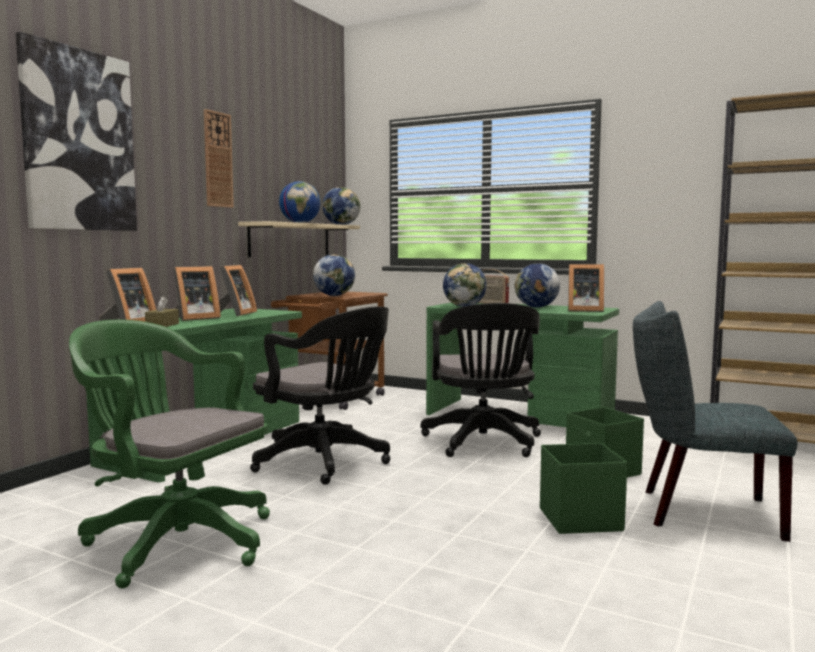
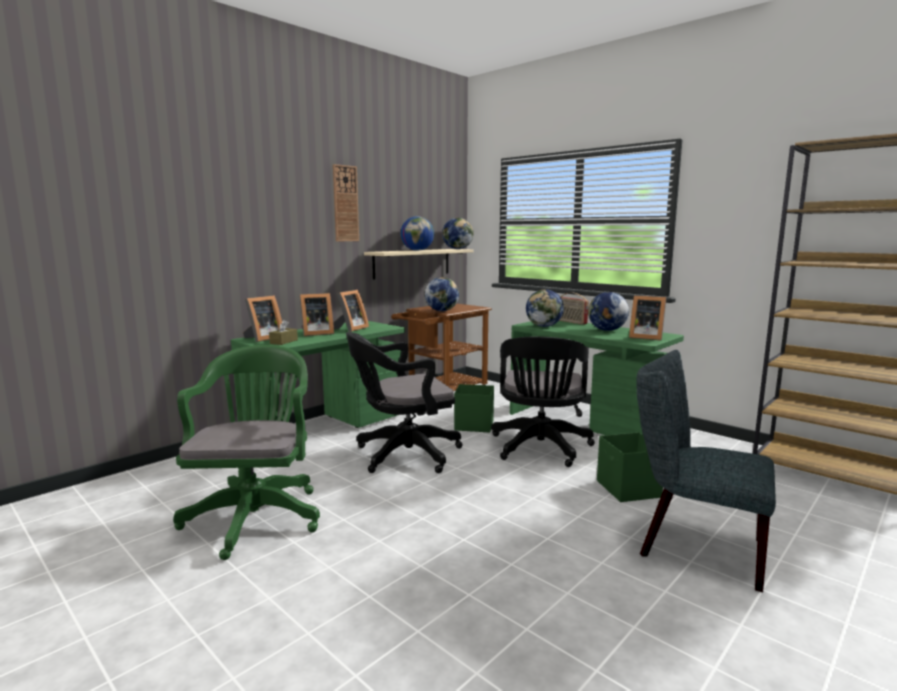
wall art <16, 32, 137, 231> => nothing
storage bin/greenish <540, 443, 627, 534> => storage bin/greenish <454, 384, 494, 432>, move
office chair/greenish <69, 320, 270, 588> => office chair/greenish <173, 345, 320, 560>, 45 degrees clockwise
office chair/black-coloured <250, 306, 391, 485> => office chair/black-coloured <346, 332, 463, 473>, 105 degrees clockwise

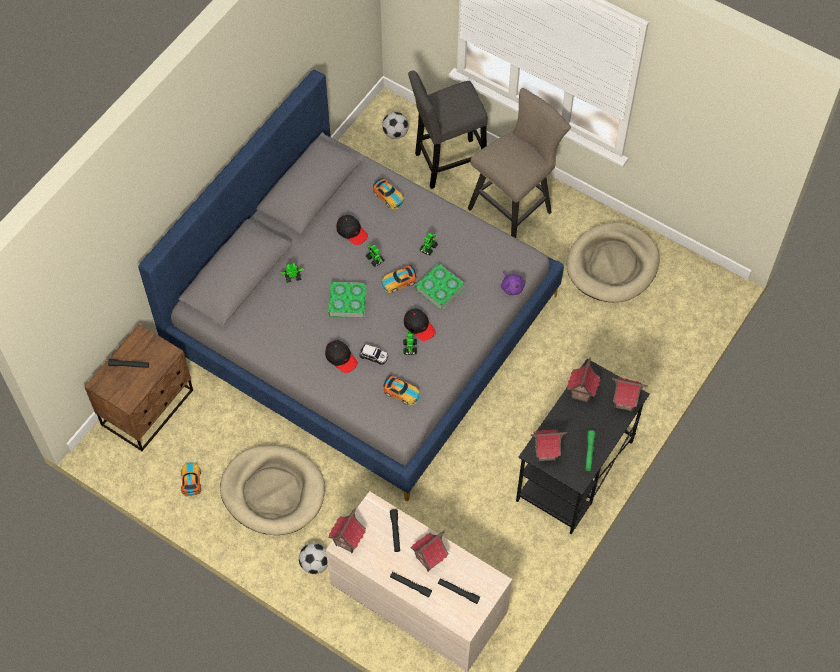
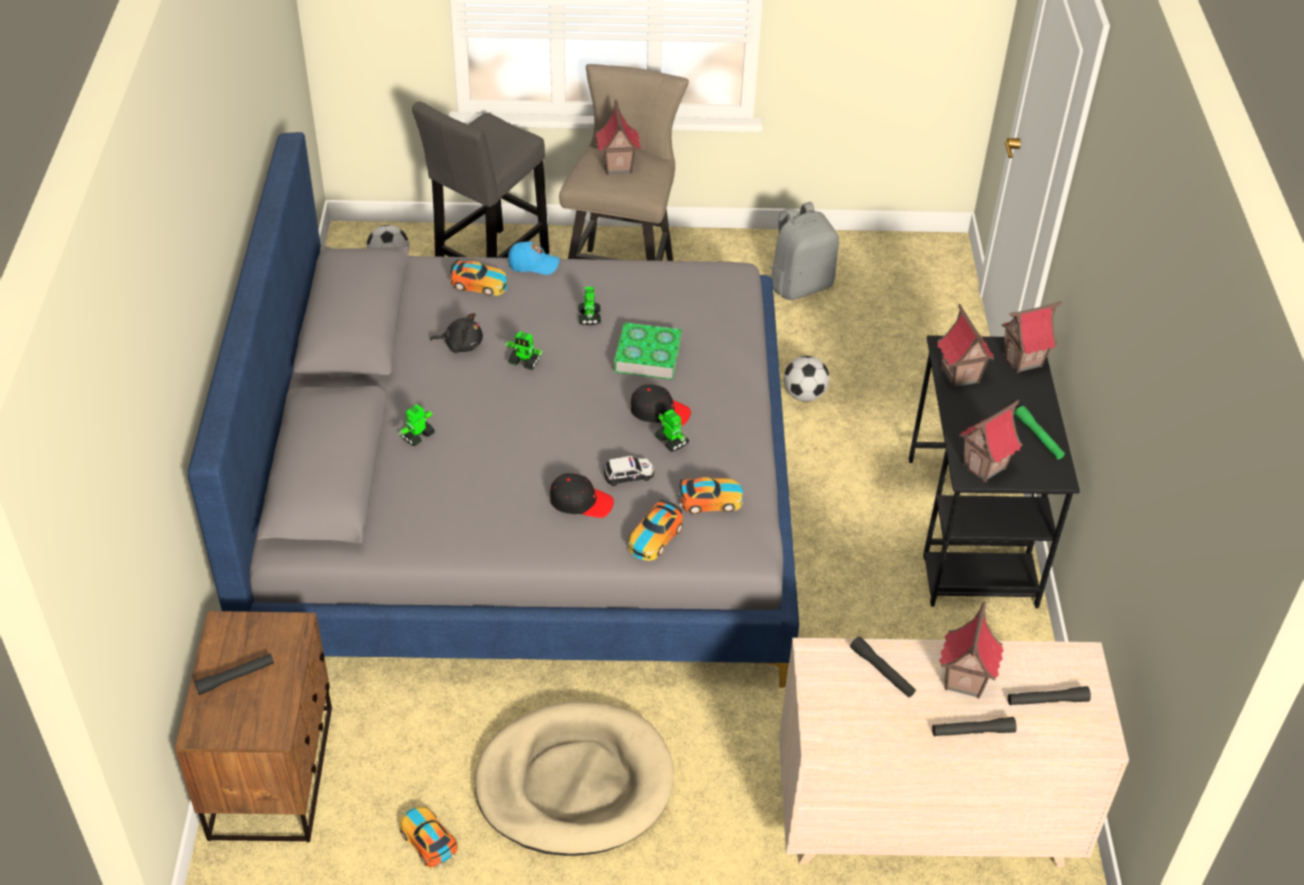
book <328, 282, 366, 318> => nothing
soft toy/purple-coloured <501, 271, 525, 295> => nothing
nothing => baseball cap/blue <508, 242, 560, 275>
football <299, 543, 328, 574> => football <784, 356, 829, 402>, move
model house <329, 508, 366, 553> => model house <595, 99, 641, 175>, move
miniature car <382, 265, 416, 293> => miniature car <628, 500, 683, 561>, move
baseball cap/black-coloured <336, 215, 368, 245> => soft toy/black-coloured <430, 313, 483, 353>
pet bed/beige <566, 222, 660, 302> => knapsack/gray <769, 202, 839, 300>

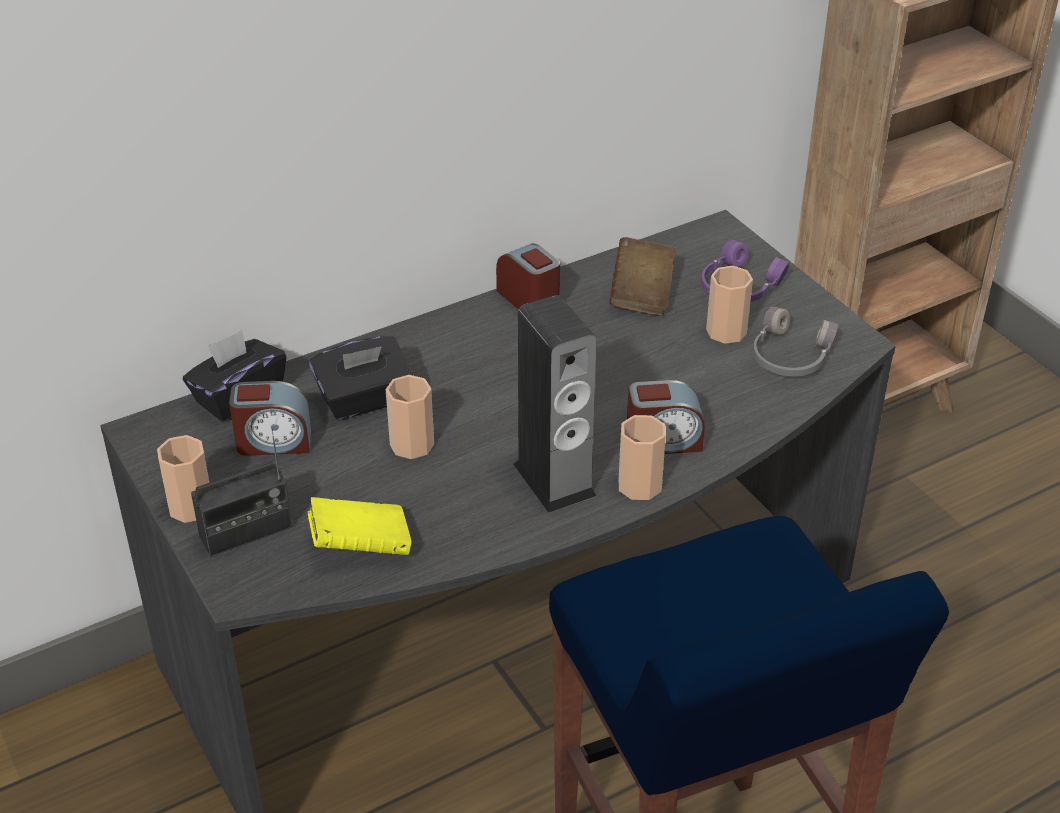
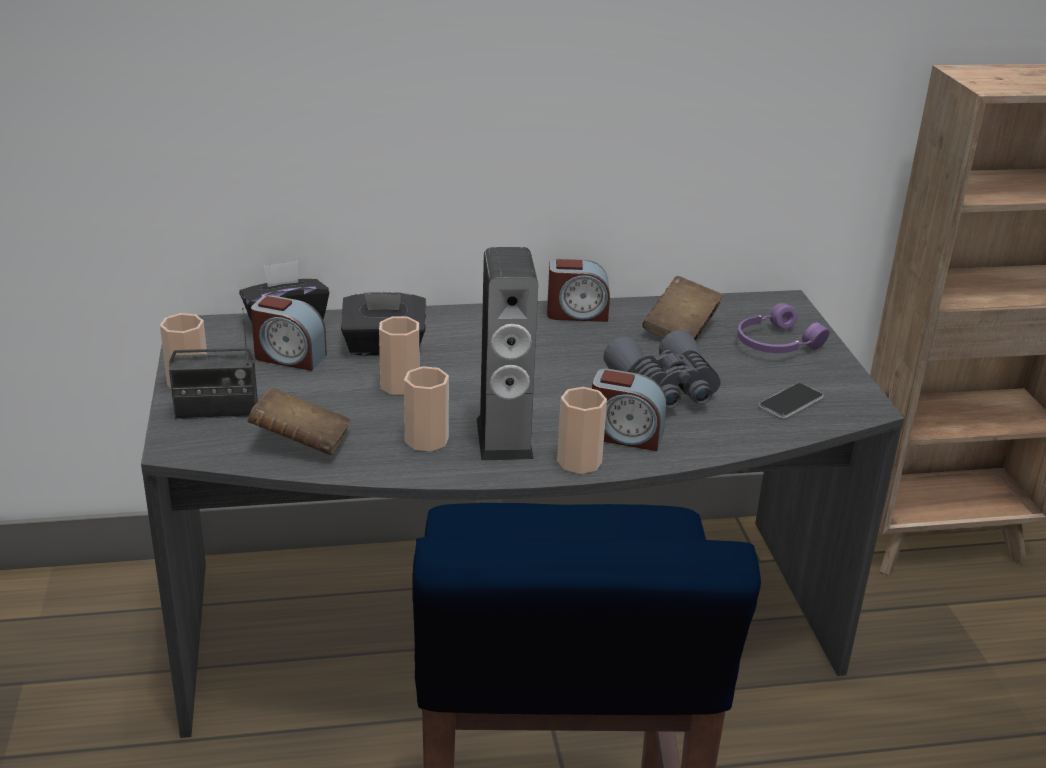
nothing => binoculars/gray <604, 330, 721, 408>
drinking cup <706, 266, 753, 344> => drinking cup <404, 366, 449, 452>, move
headphones/gray <753, 307, 838, 376> => handset <759, 383, 824, 419>
book/yellow-coloured <308, 497, 411, 555> => book/brownish <248, 388, 351, 455>
bedside clock <496, 243, 560, 310> => bedside clock <547, 259, 610, 322>, 105 degrees clockwise

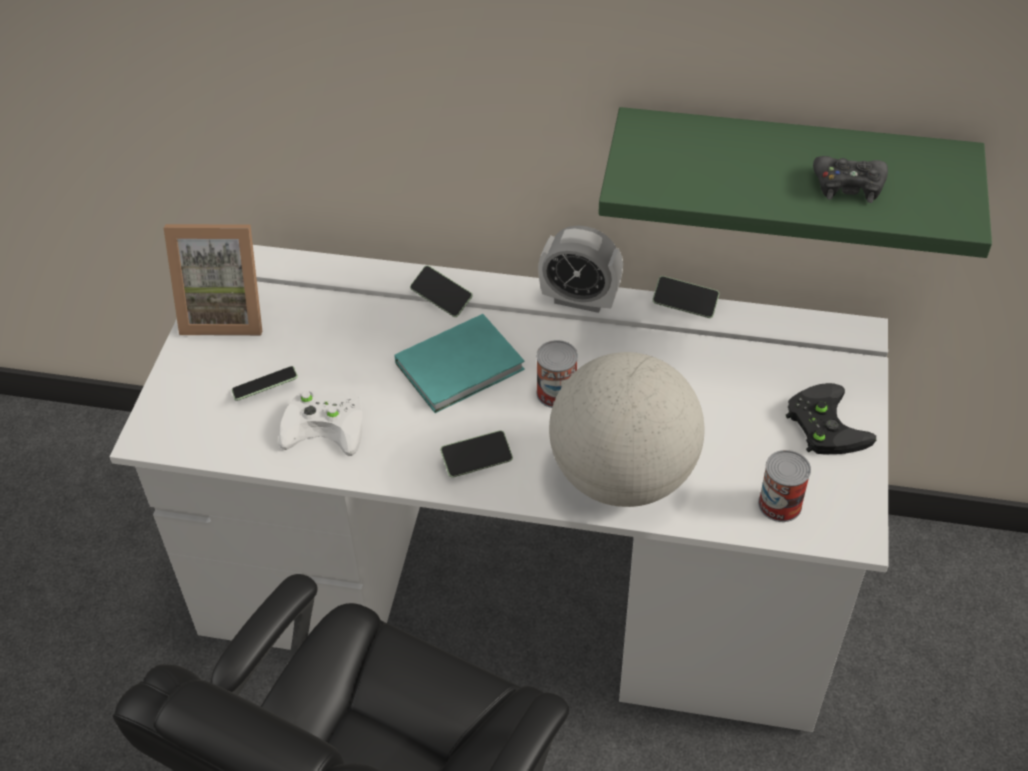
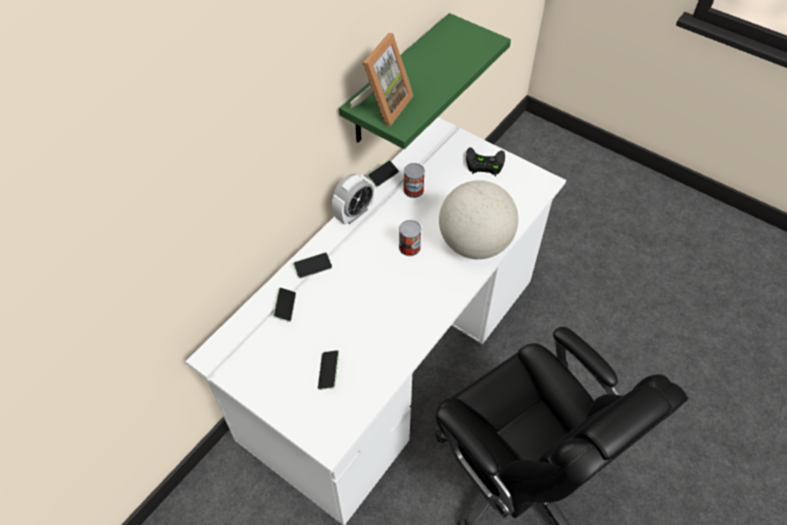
game controller/white-coloured <279, 390, 362, 456> => nothing
book/turquoise <395, 314, 525, 413> => nothing
game controller/black-coloured <813, 156, 888, 203> => nothing
picture frame <164, 224, 262, 336> => picture frame <349, 33, 413, 126>, move
handset <440, 430, 513, 478> => handset <273, 287, 296, 322>, move
sealed can <758, 450, 811, 522> => sealed can <403, 163, 425, 198>, move

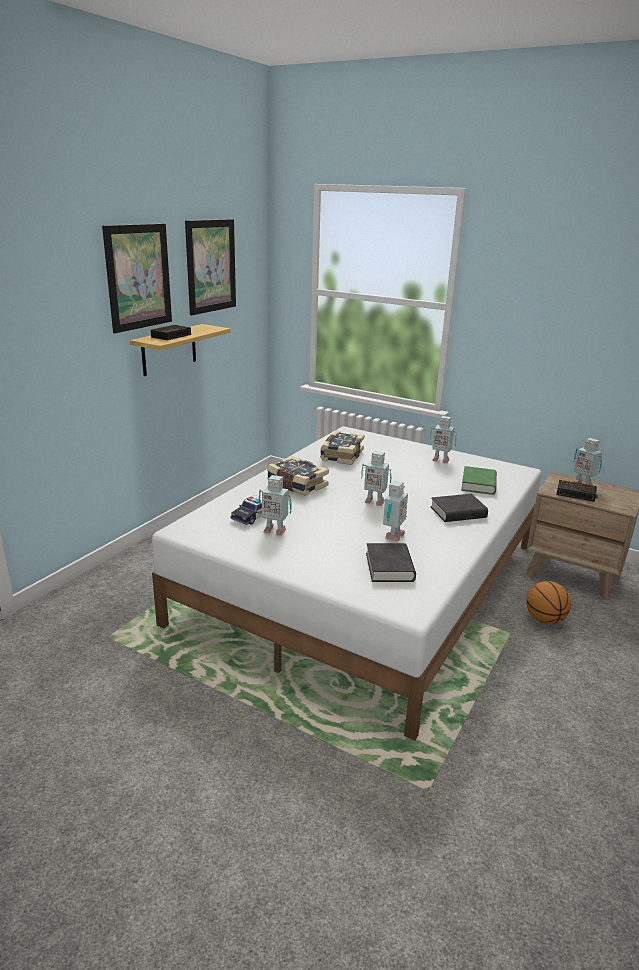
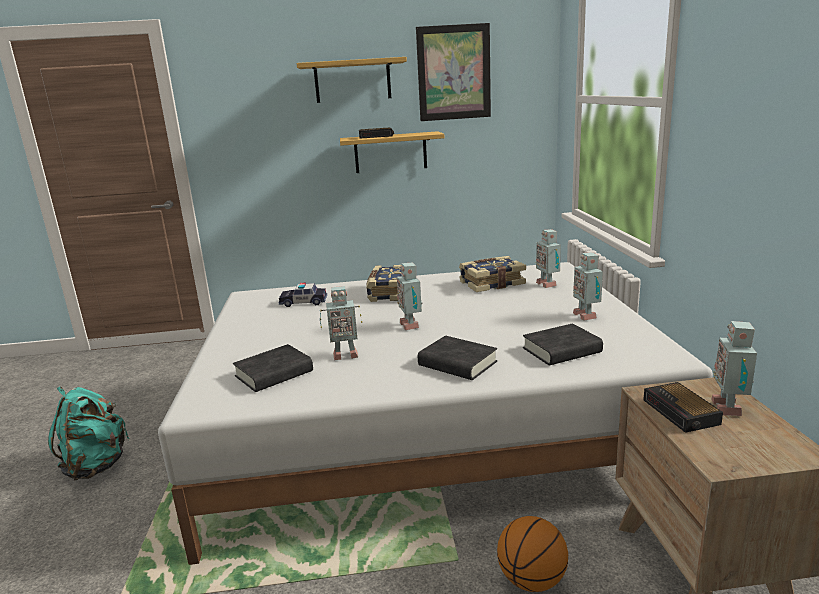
nothing => knapsack/turquoise <48, 386, 129, 480>
robot figure <259, 475, 292, 536> => robot figure <536, 229, 561, 288>, move
wall art <102, 223, 172, 333> => bracket shelf <296, 57, 407, 103>
book/greenish <461, 466, 497, 495> => book/black-coloured <523, 323, 603, 365>

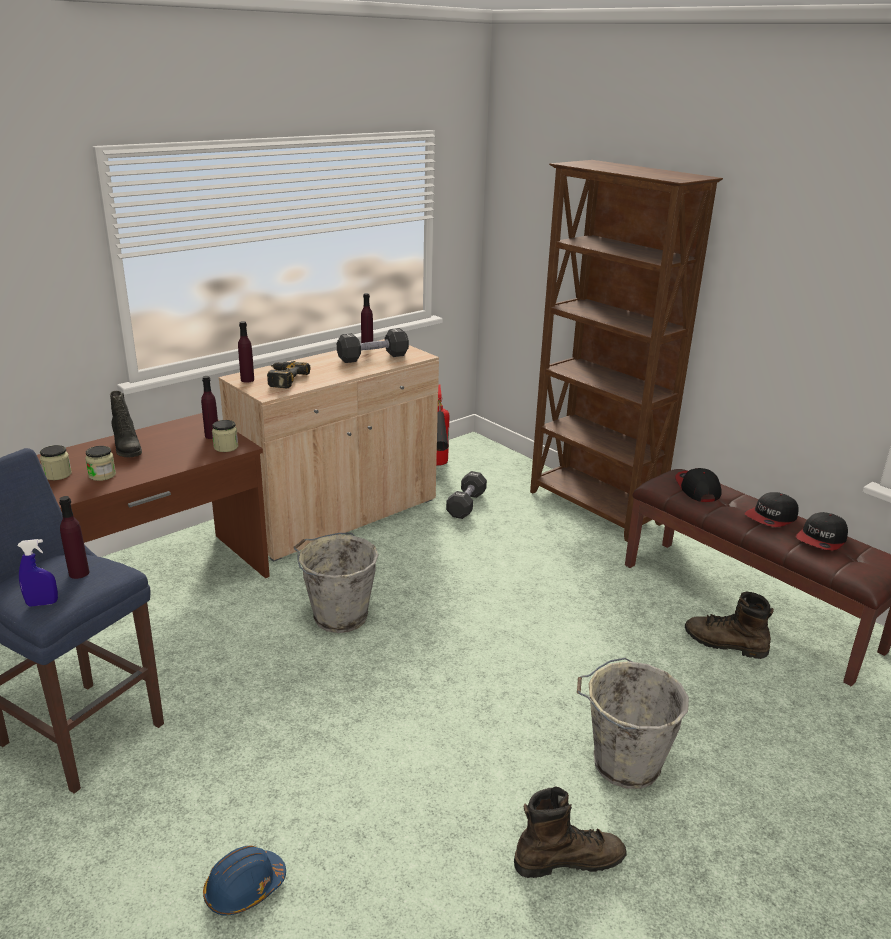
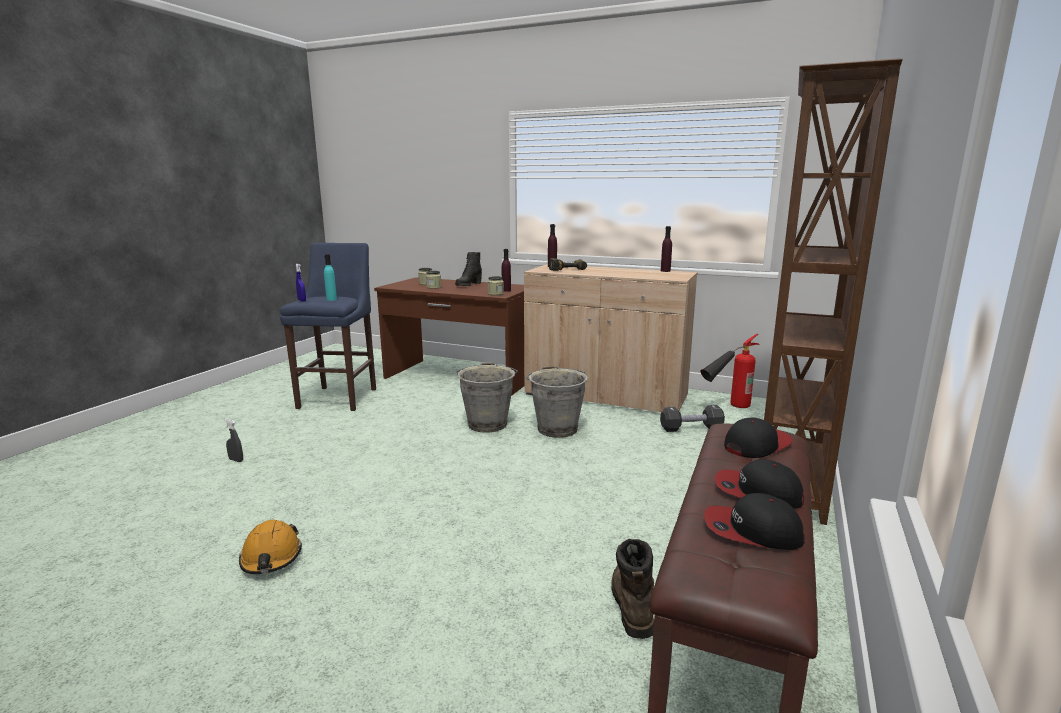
free weight/black-coloured <337, 328, 409, 363> => nothing
water bucket/gray <577, 658, 689, 789> => water bucket/gray <526, 366, 588, 438>, move
safety helmet/blue <203, 846, 286, 916> => spray bottle/gray <224, 419, 243, 462>
boot/brownish <514, 786, 627, 878> => safety helmet/orange <239, 520, 302, 574>
bottle/purple-coloured <59, 496, 90, 579> => bottle/turquoise <324, 254, 337, 301>

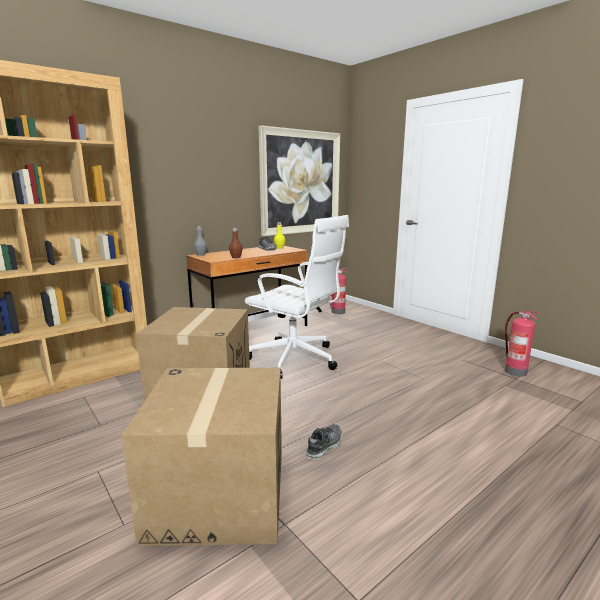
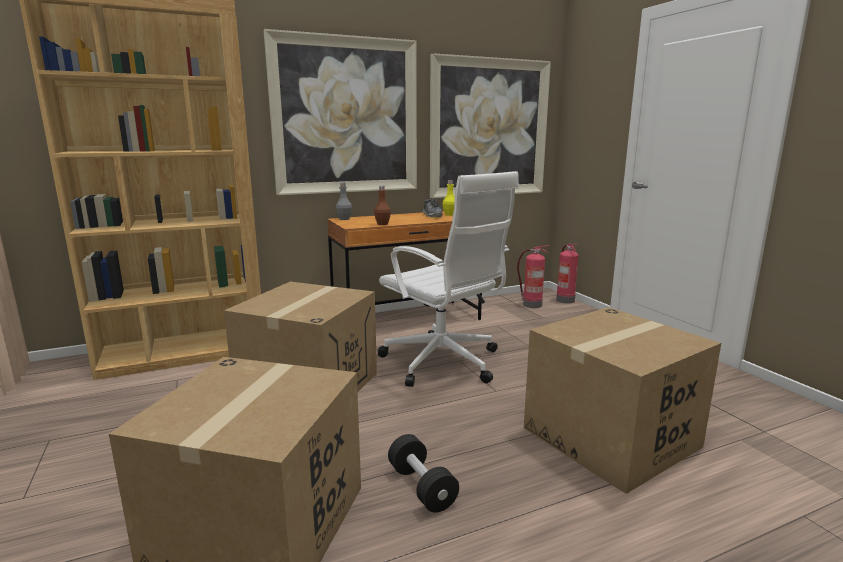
nothing => wall art <264, 29, 417, 195>
nothing => cardboard box <524, 307, 721, 494>
fire-fighting cylinder <505, 311, 539, 377> => fire-fighting cylinder <556, 244, 579, 303>, move
low shoe <306, 424, 342, 460> => free weight/black-coloured <388, 434, 459, 513>

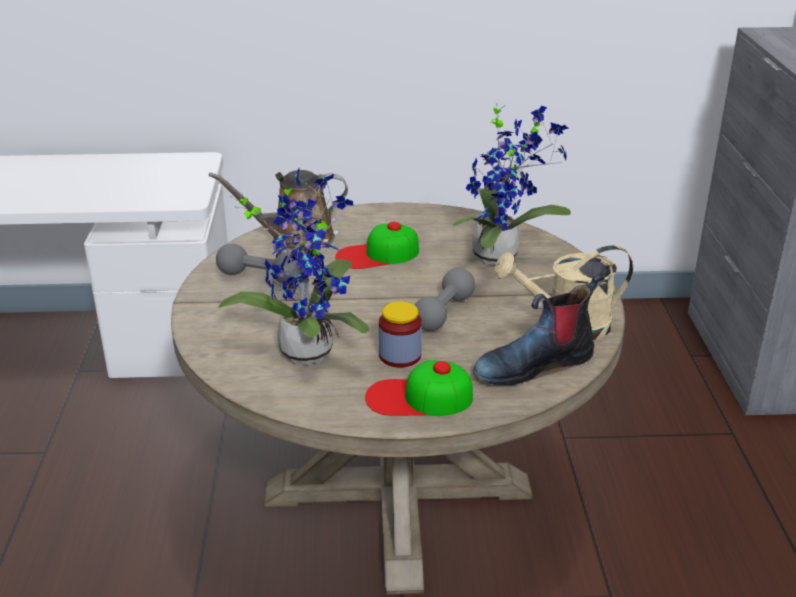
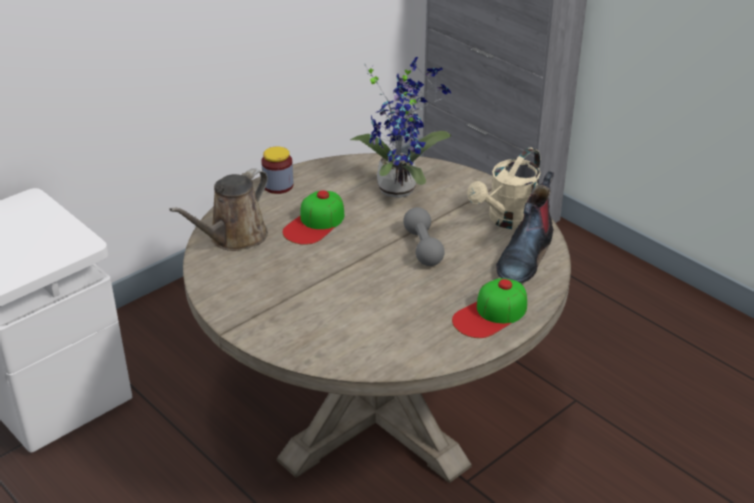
free weight/gray <216, 243, 304, 285> => nothing
potted plant <219, 168, 369, 365> => nothing
preserve jar <379, 301, 422, 368> => preserve jar <261, 146, 293, 194>, move

